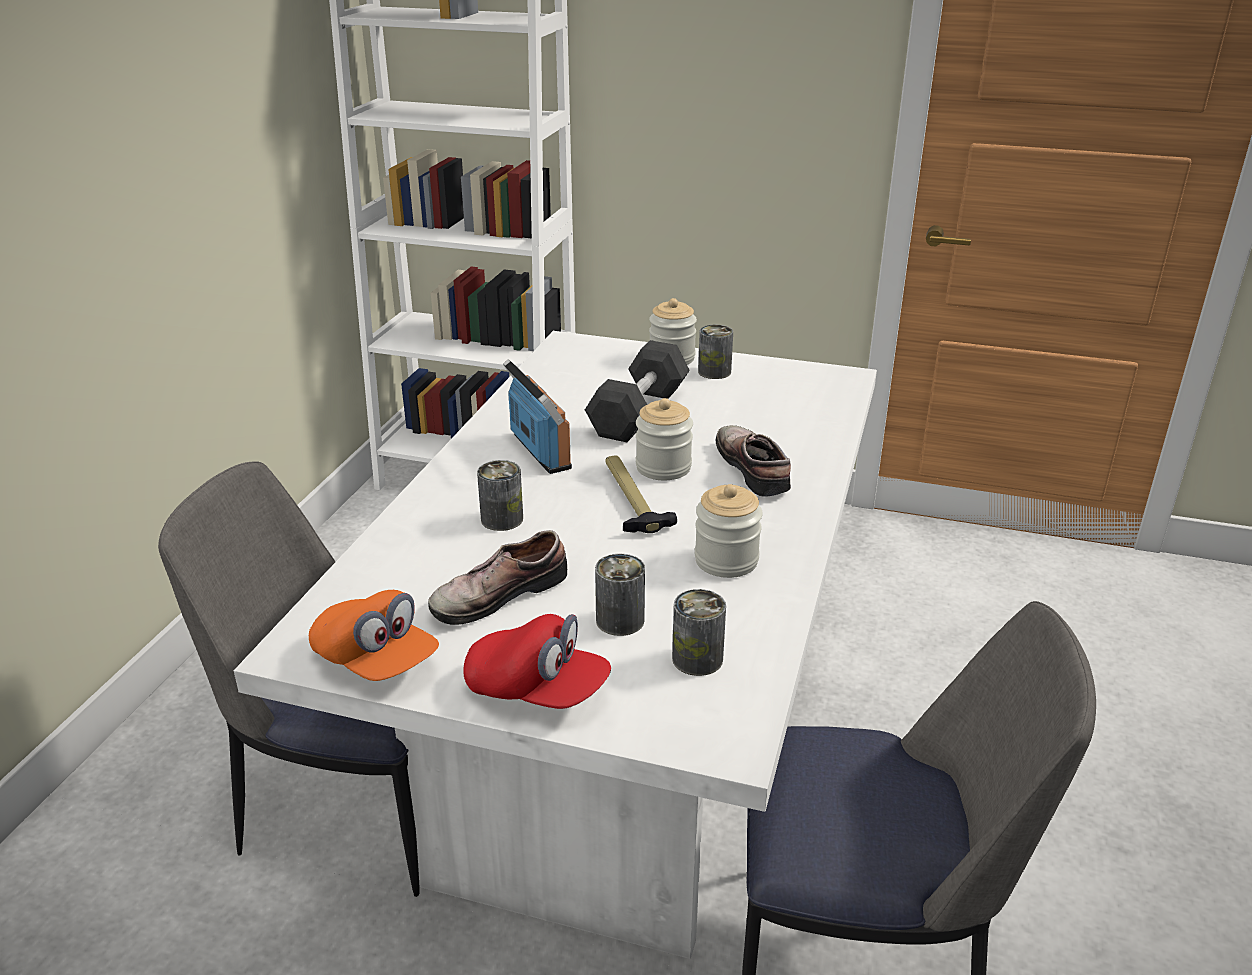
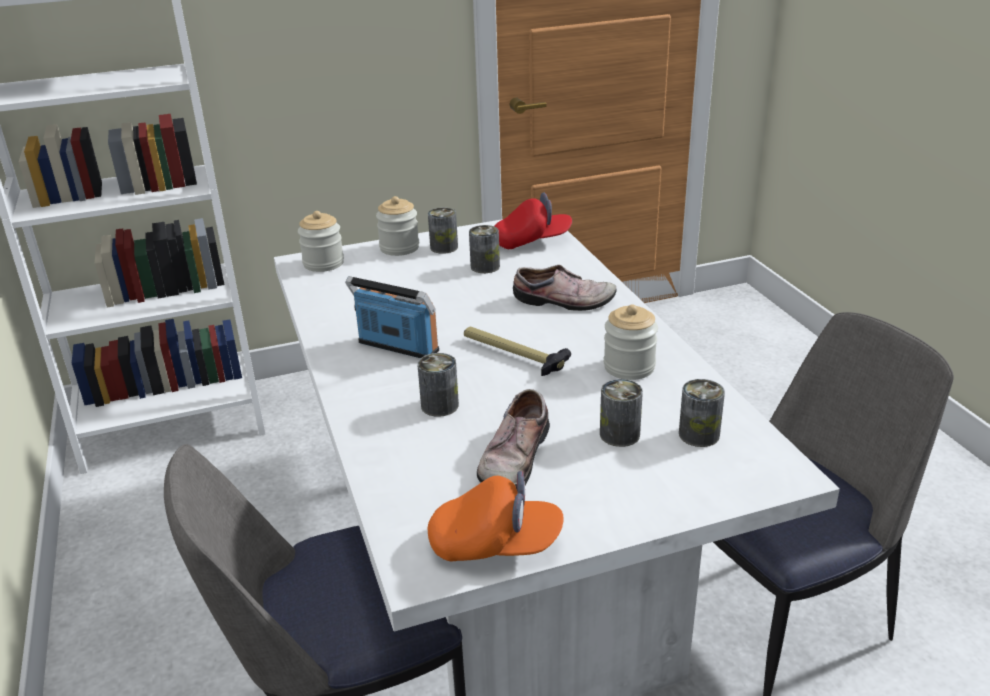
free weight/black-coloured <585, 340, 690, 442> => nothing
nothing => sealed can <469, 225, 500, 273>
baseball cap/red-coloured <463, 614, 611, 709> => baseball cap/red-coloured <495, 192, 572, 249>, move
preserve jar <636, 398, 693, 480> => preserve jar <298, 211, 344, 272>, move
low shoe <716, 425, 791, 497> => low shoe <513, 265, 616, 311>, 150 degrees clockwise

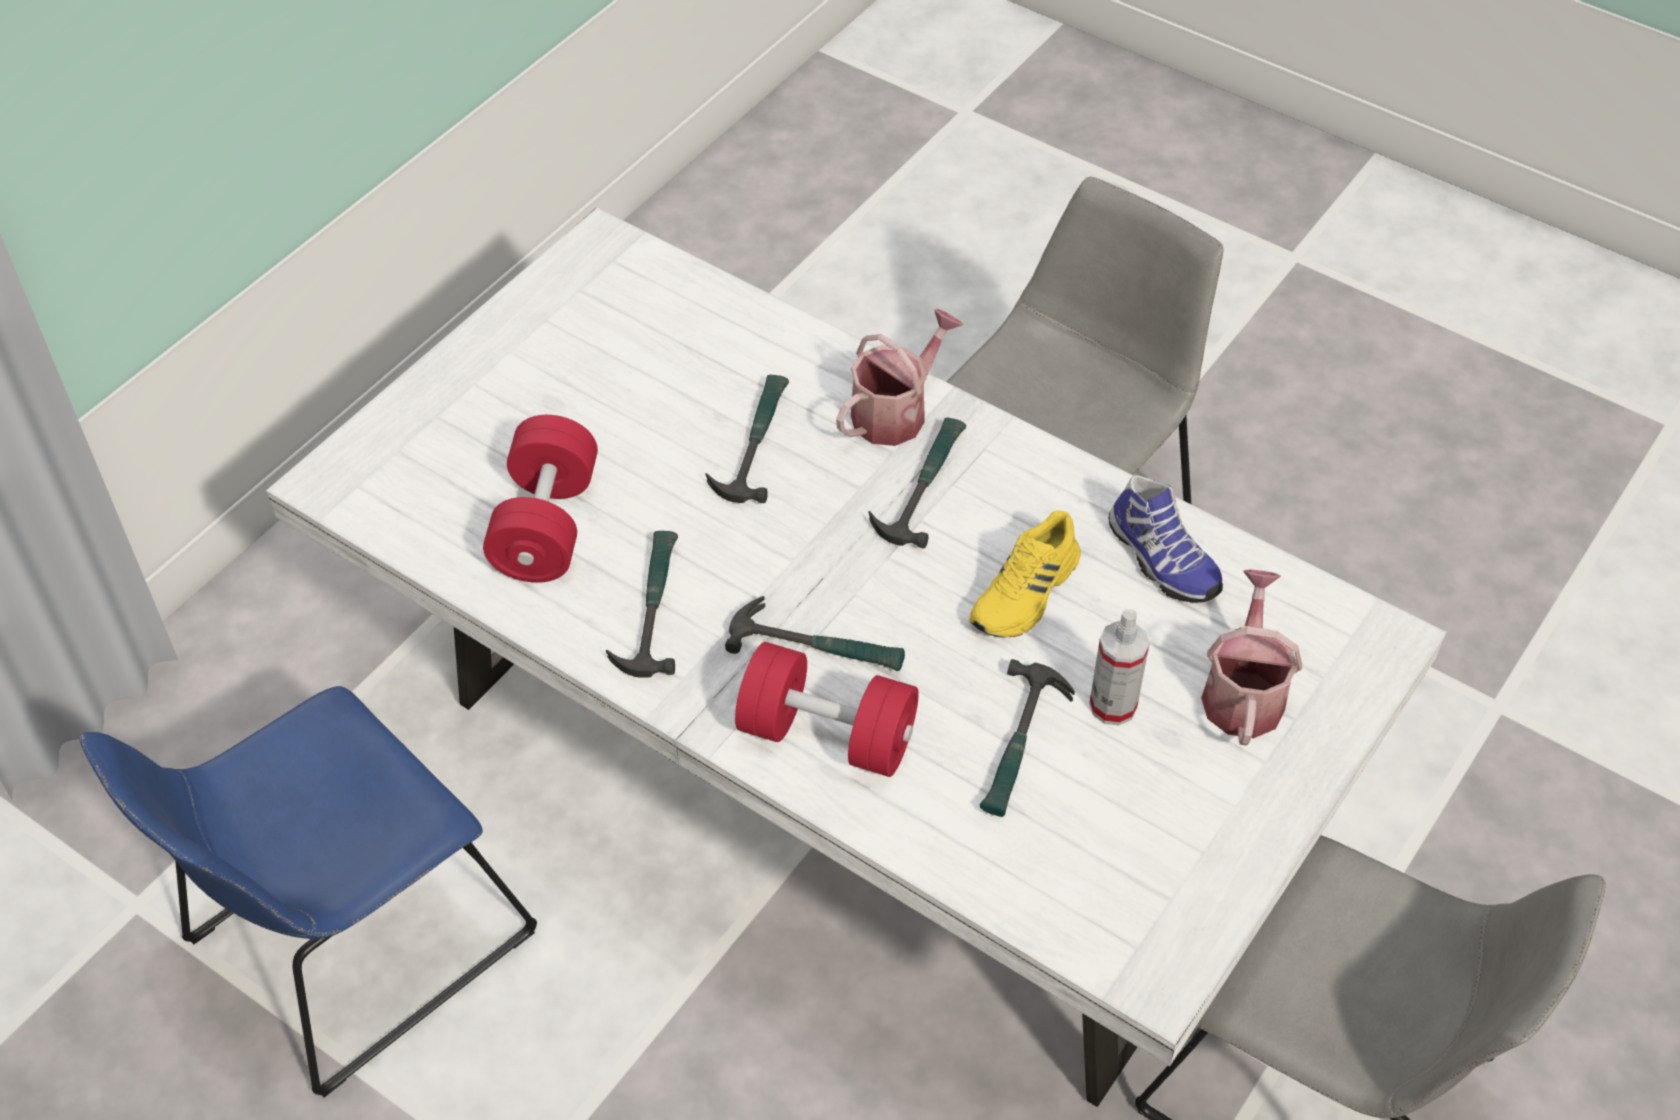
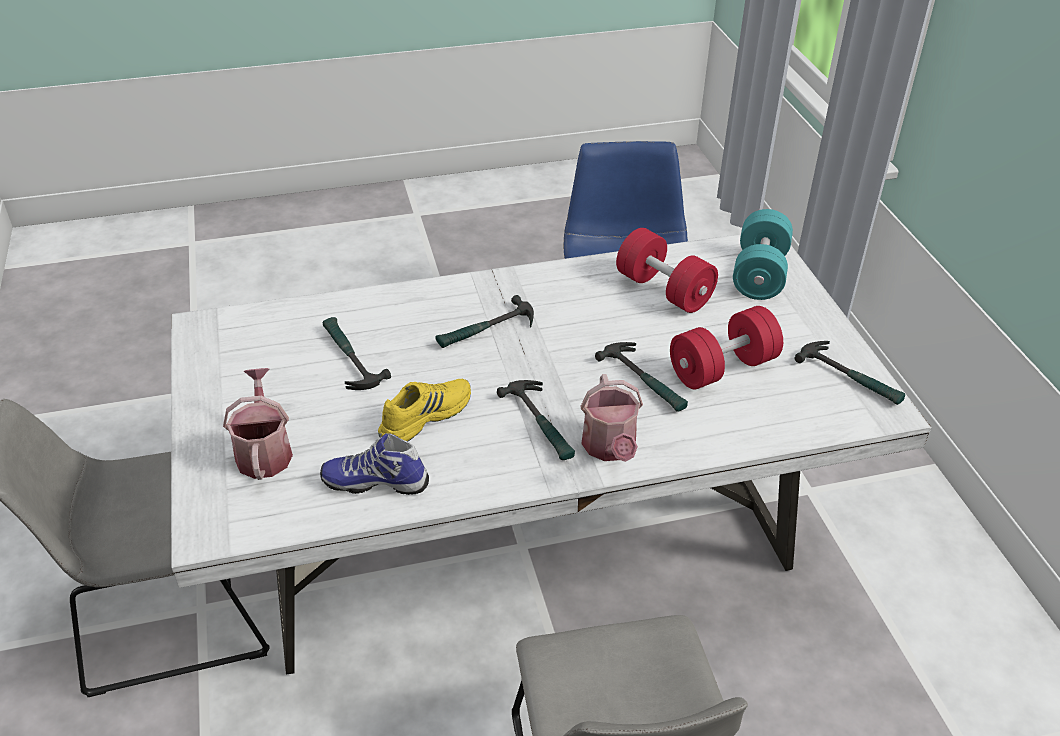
spray bottle <1089, 609, 1150, 725> => nothing
nothing => free weight/turquoise <733, 209, 793, 300>
hammer <606, 531, 678, 678> => hammer <794, 341, 905, 405>, move
free weight/red-coloured <735, 642, 919, 777> => free weight/red-coloured <670, 306, 783, 389>, move
low shoe/yellow-coloured <970, 510, 1081, 638> => low shoe/yellow-coloured <378, 379, 471, 442>, 60 degrees clockwise
watering can <1201, 569, 1302, 745> => watering can <223, 368, 293, 480>, 150 degrees counterclockwise

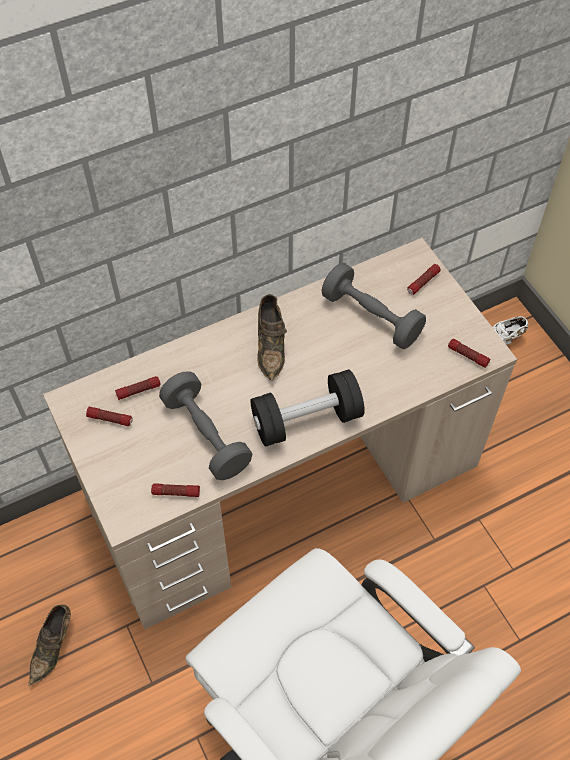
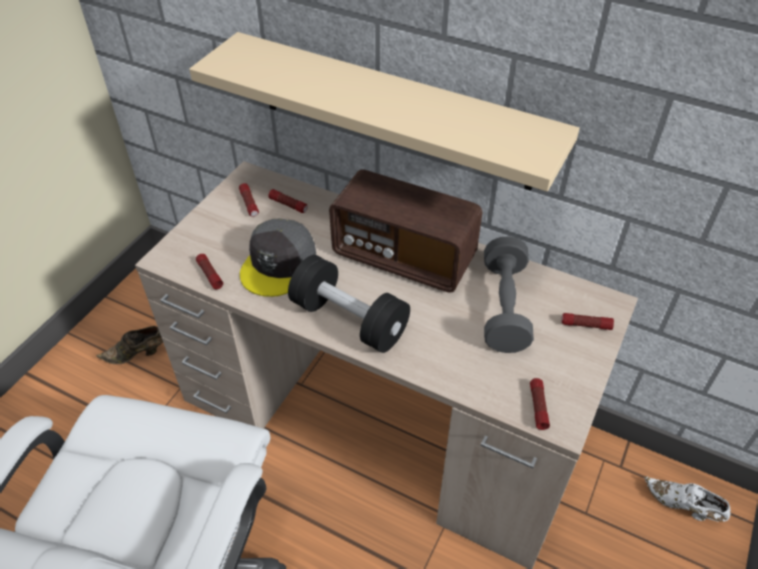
nothing => bracket shelf/beige <189, 32, 580, 192>
free weight/gray <159, 371, 252, 480> => baseball cap/gray <240, 219, 316, 297>
low shoe/brownish <257, 294, 287, 381> => radio receiver <329, 169, 482, 293>

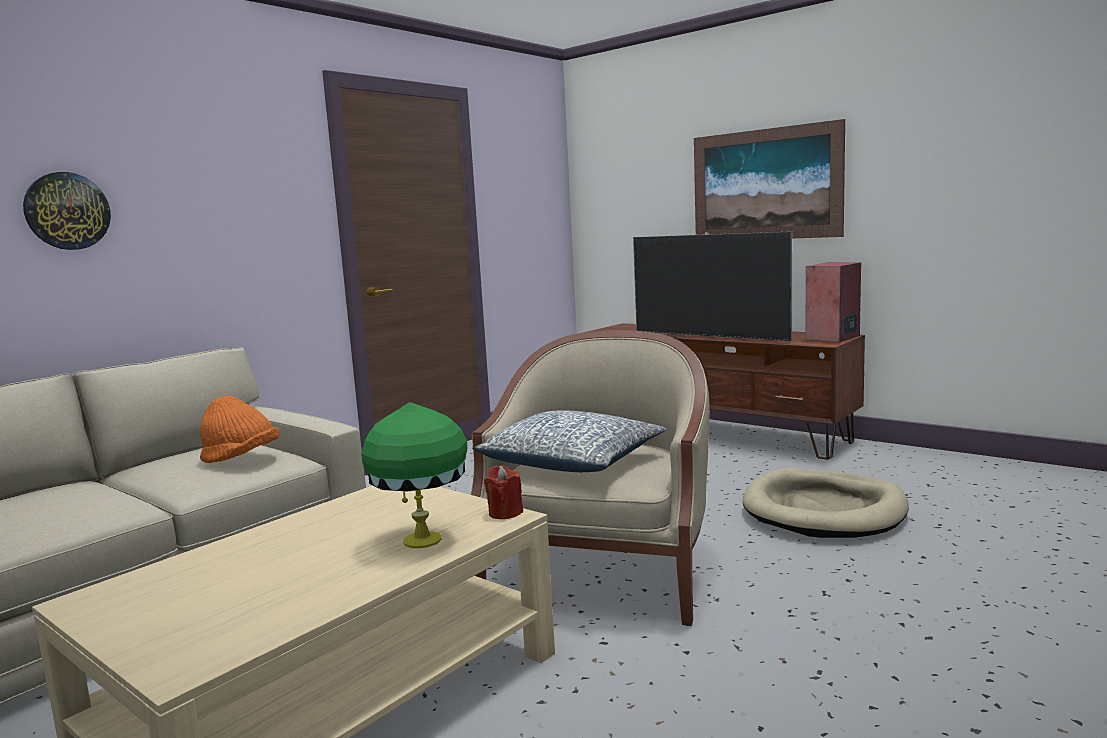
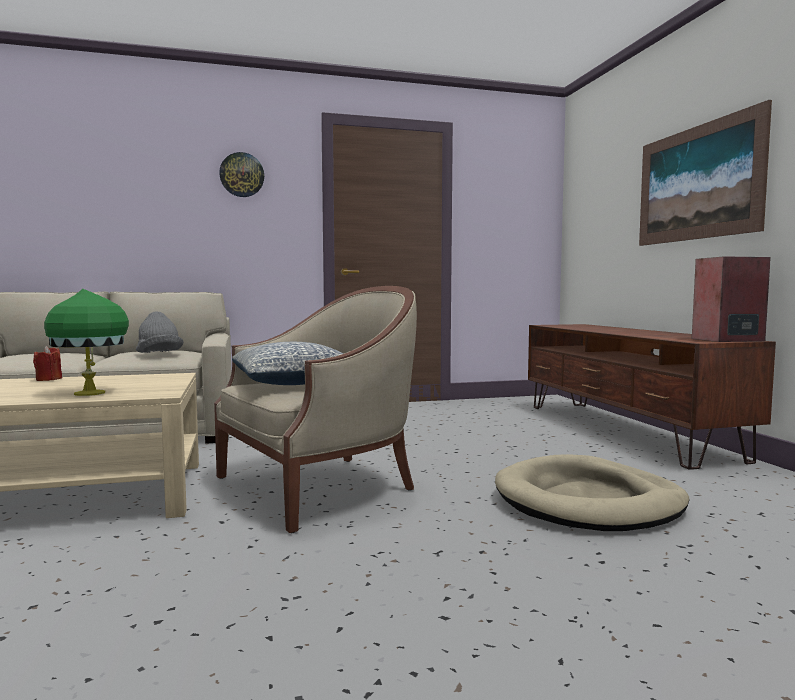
TV set <633, 231, 792, 341> => nothing
wall clock <23, 172, 111, 250> => wall clock <219, 152, 264, 197>, move
candle/red-coloured <484, 465, 523, 519> => candle/red-coloured <33, 346, 62, 381>, move
hat/orange <200, 396, 280, 463> => hat/gray <136, 311, 184, 353>

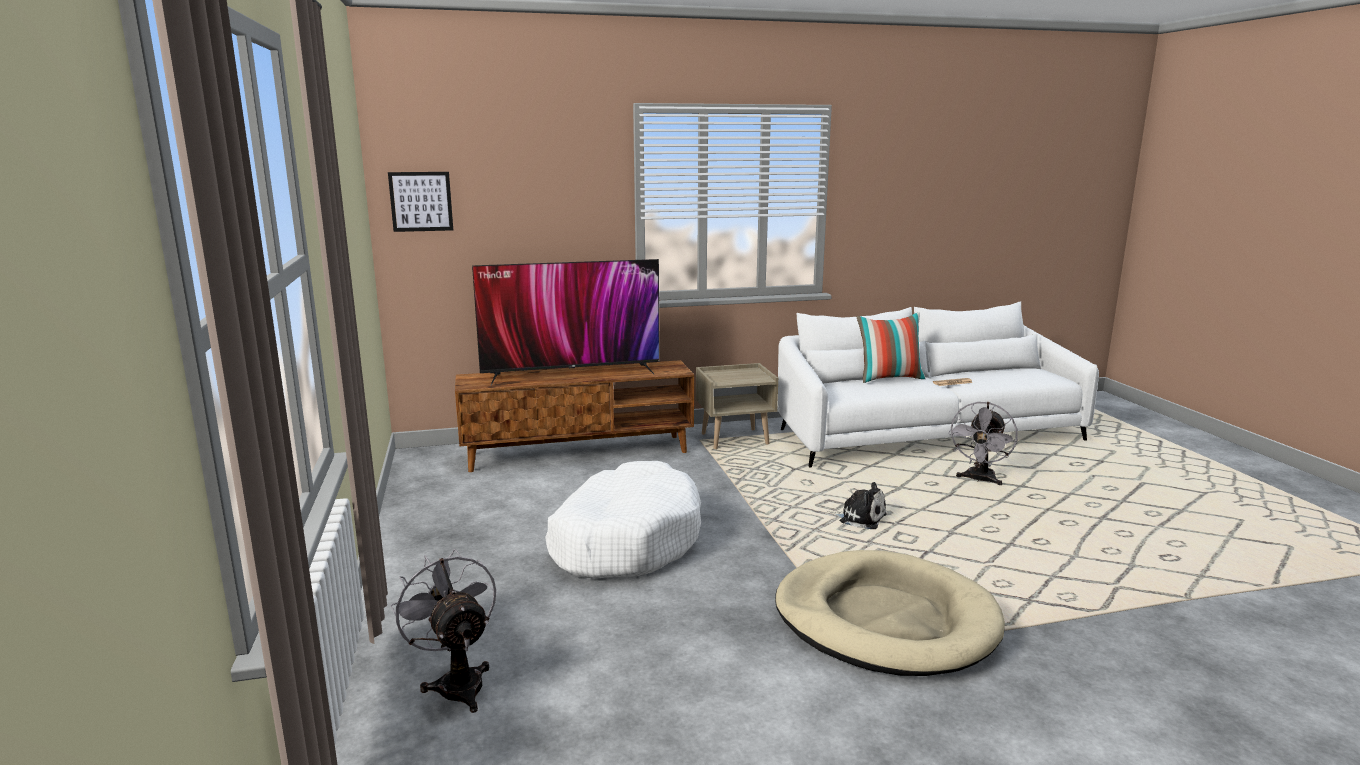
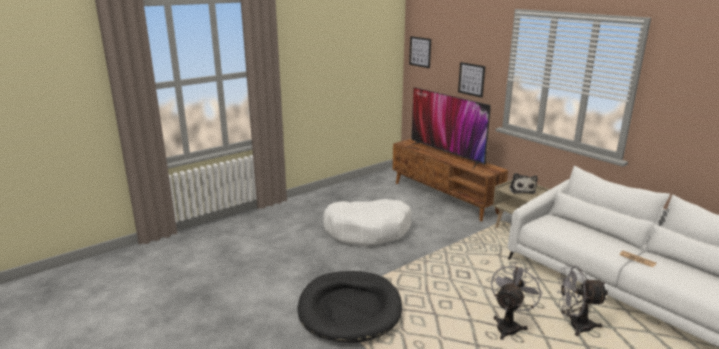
throw pillow <857, 312, 926, 383> => nothing
nothing => wall art <458, 62, 485, 98>
fan/gray <391, 549, 496, 713> => fan/gray <491, 262, 543, 340>, move
soft toy <828, 482, 886, 529> => soft toy <509, 173, 537, 194>, move
pet bed/beige <775, 550, 1005, 676> => pet bed/black-coloured <298, 271, 402, 343>

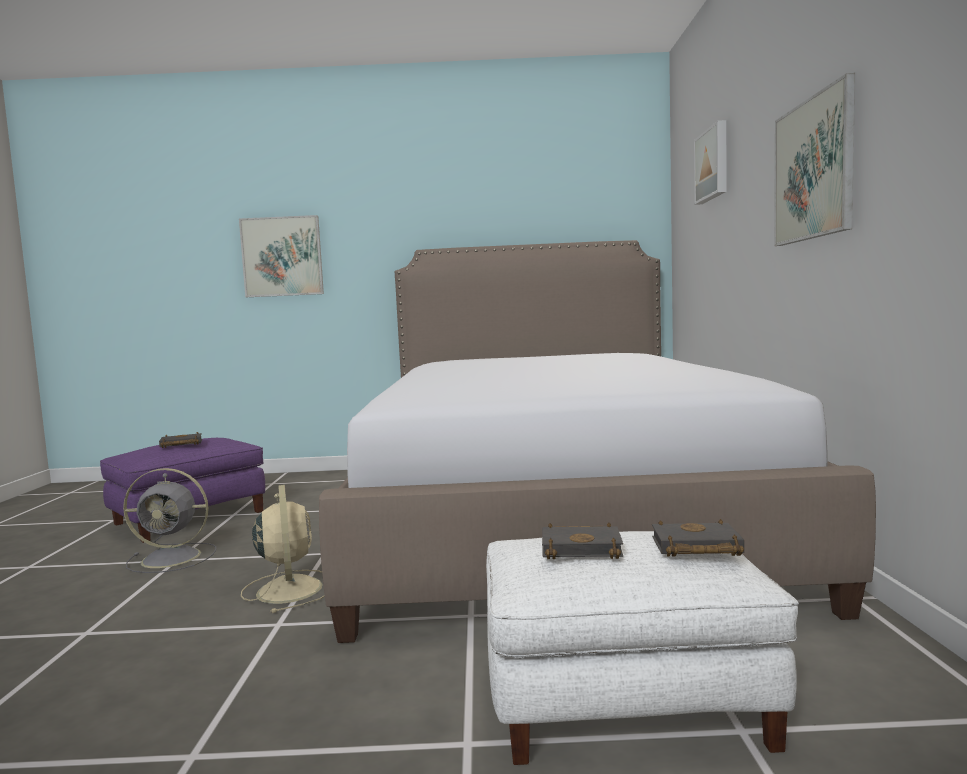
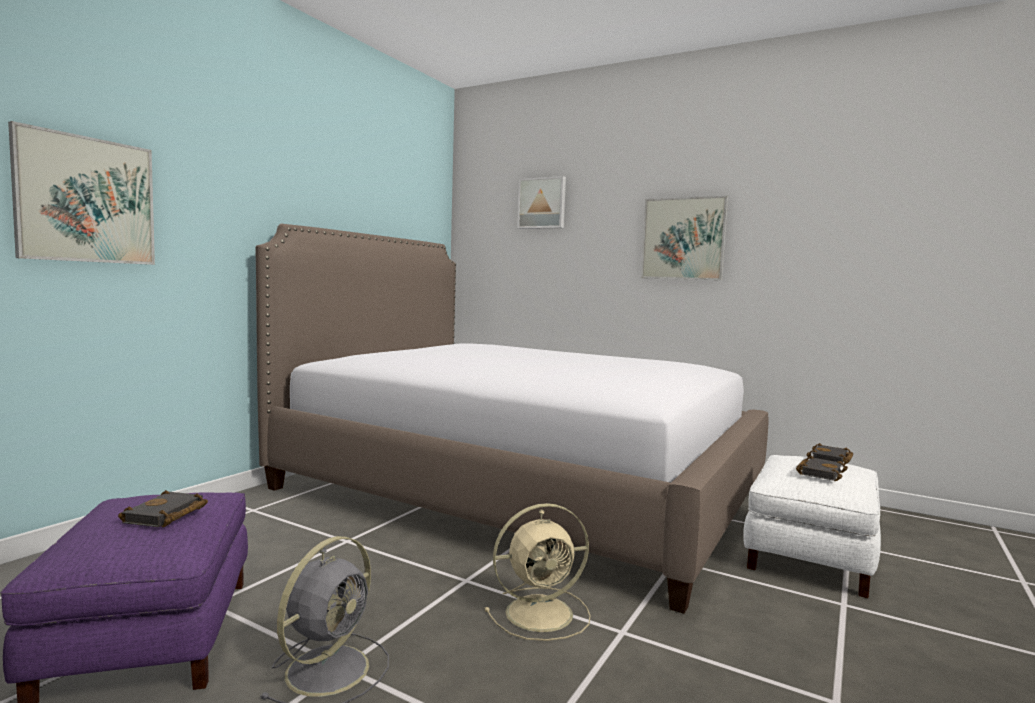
fan/beige <241, 485, 325, 613> => fan/beige <485, 503, 591, 641>, 150 degrees clockwise

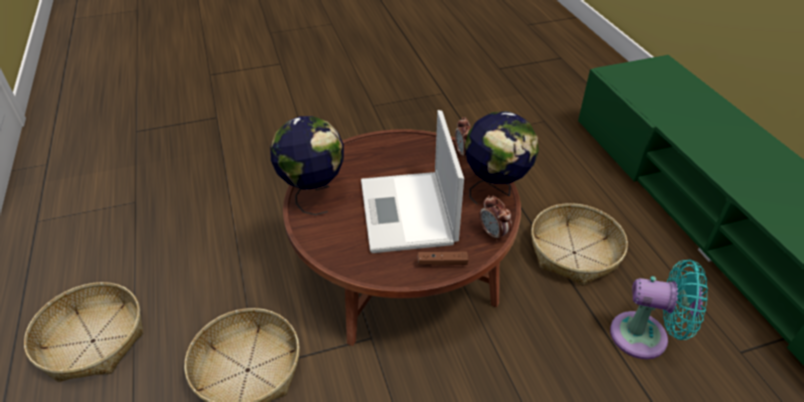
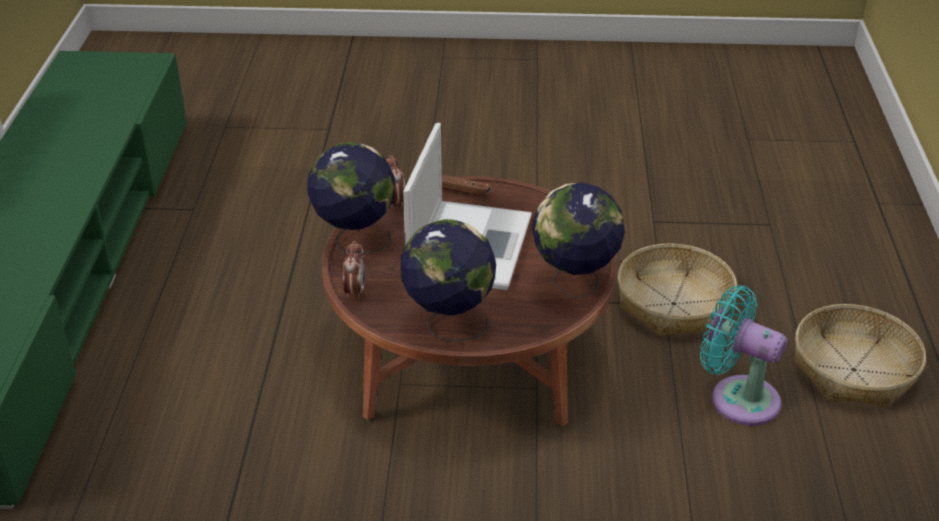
basket <531, 203, 628, 286> => nothing
nothing => globe <401, 219, 496, 341>
fan/turquoise <610, 259, 708, 359> => fan/turquoise <700, 285, 787, 426>, move

